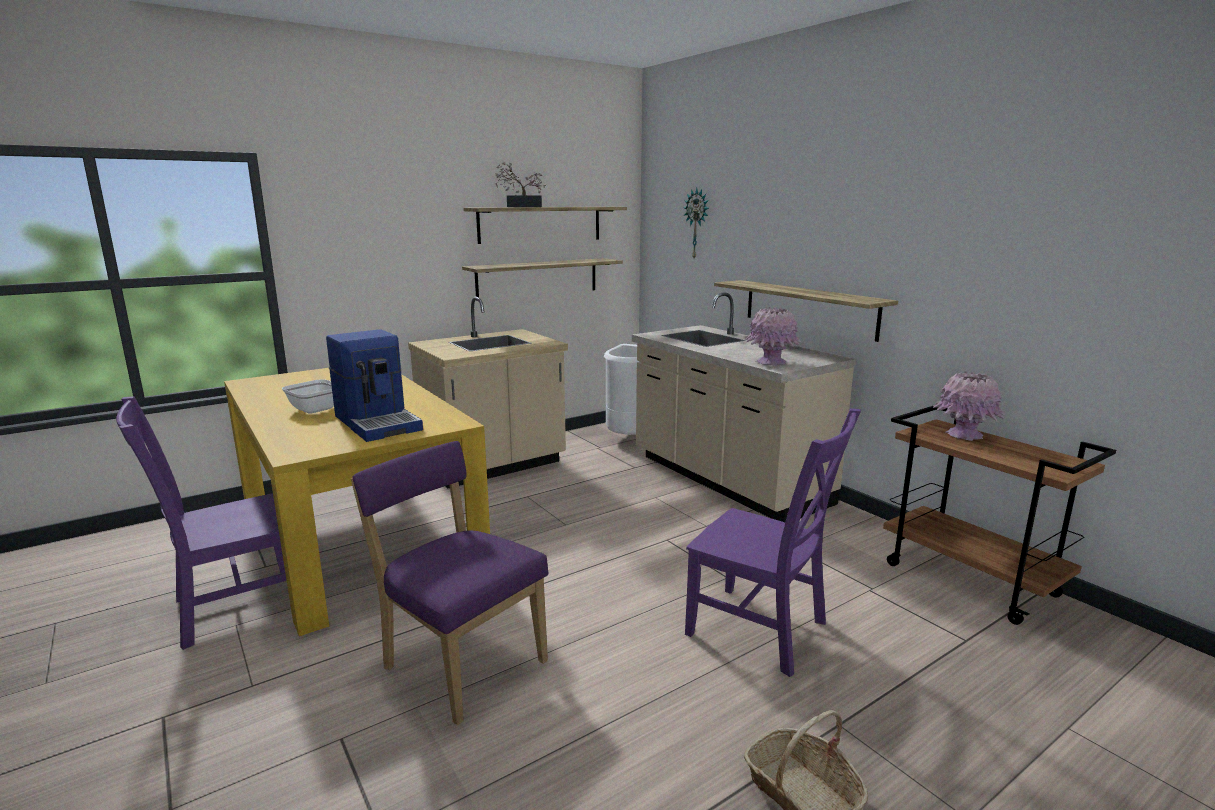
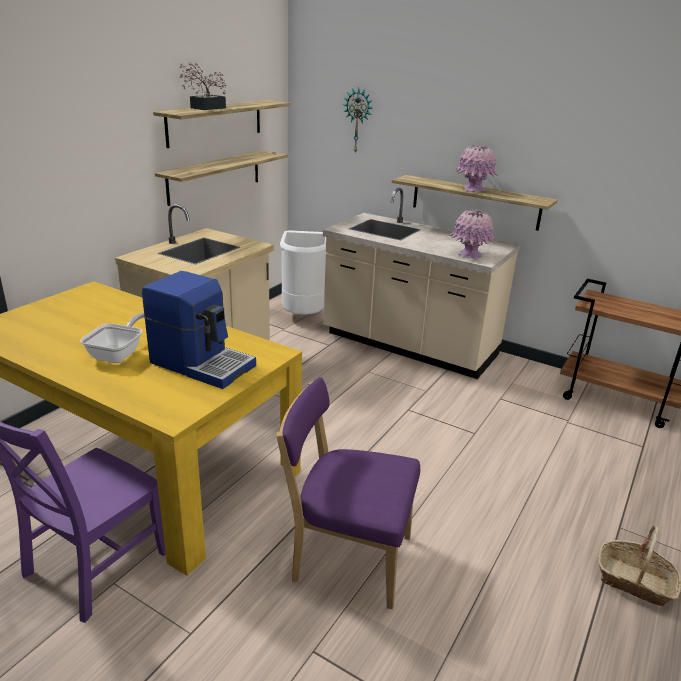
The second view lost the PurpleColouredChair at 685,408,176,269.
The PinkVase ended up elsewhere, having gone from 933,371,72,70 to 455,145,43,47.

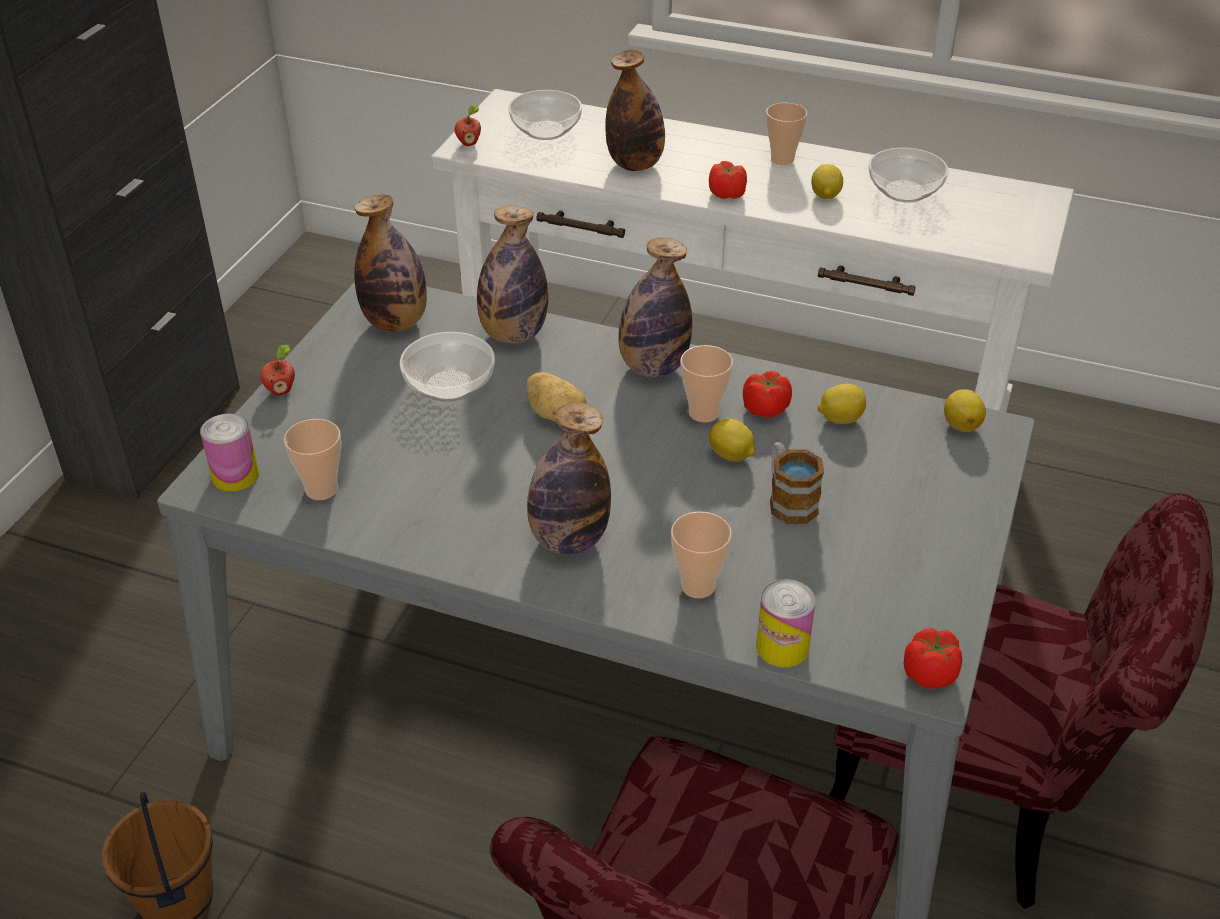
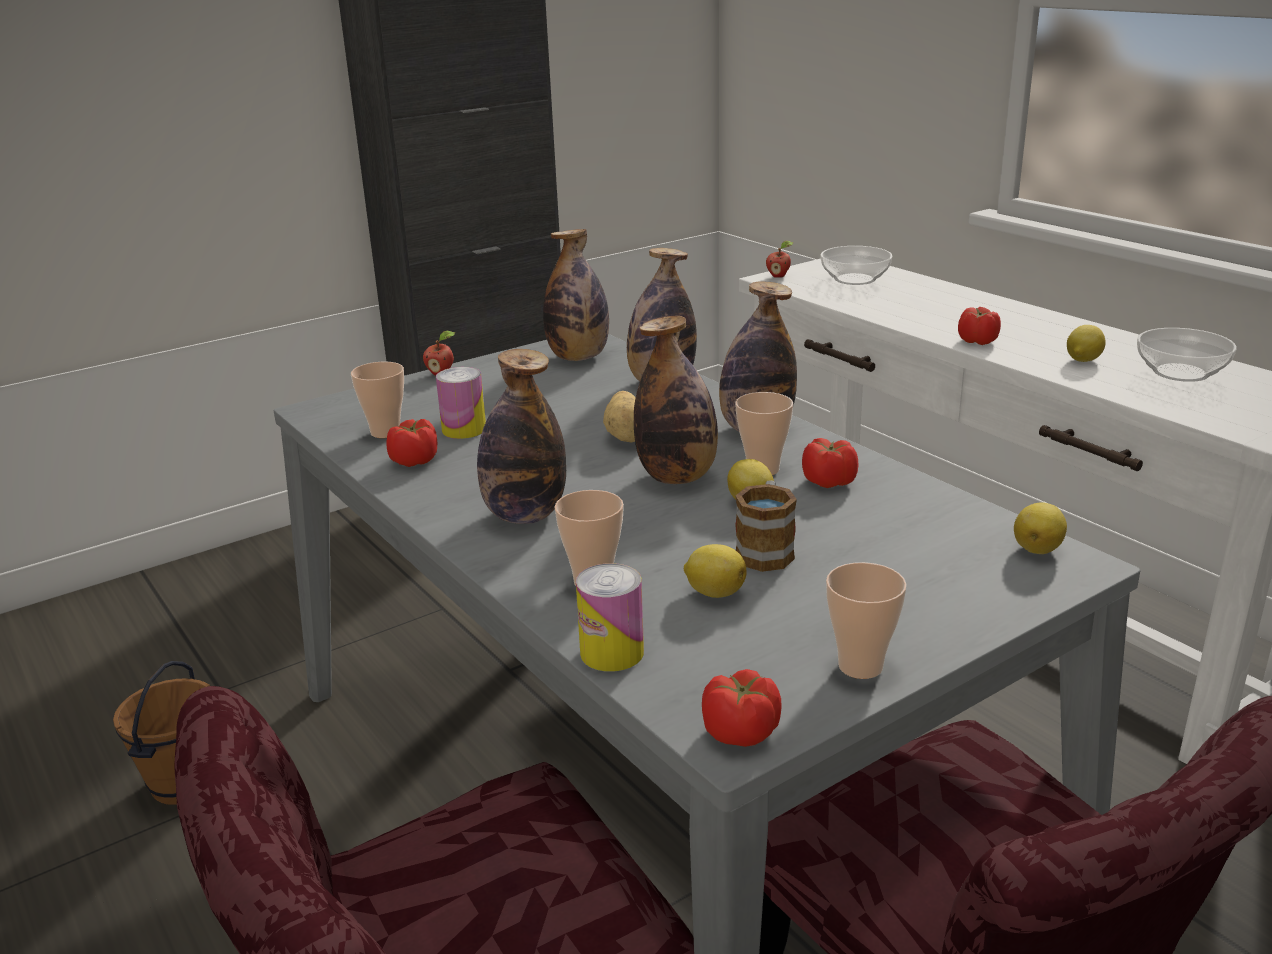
The SealedCan ended up elsewhere, having gone from 200,413,59,79 to 436,367,50,72.
The second view lost the DeepDish at 400,332,95,70.
The BeverageBottle ended up elsewhere, having gone from 605,50,60,121 to 634,316,84,168.
The Cup ended up elsewhere, having gone from 766,103,41,62 to 826,562,81,117.
The Lemon ended up elsewhere, having gone from 818,384,48,40 to 683,544,64,54.
The second view gained the FreshTomato at 386,419,51,48.

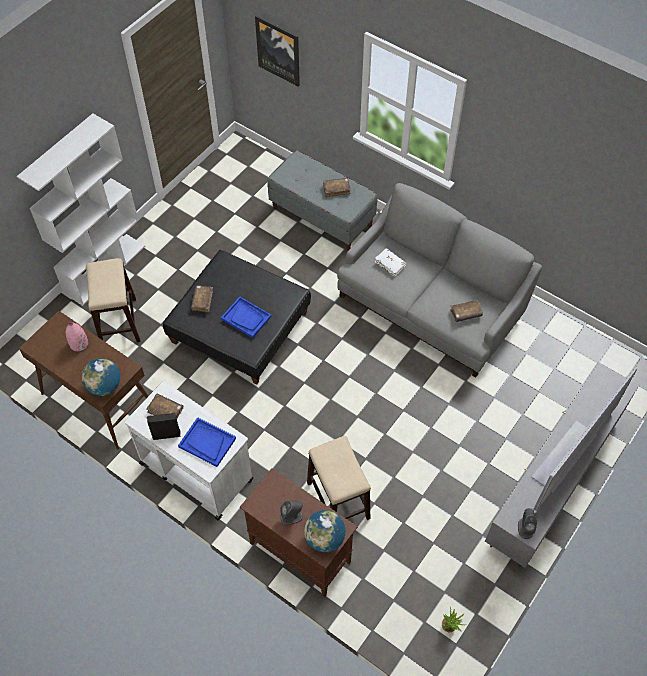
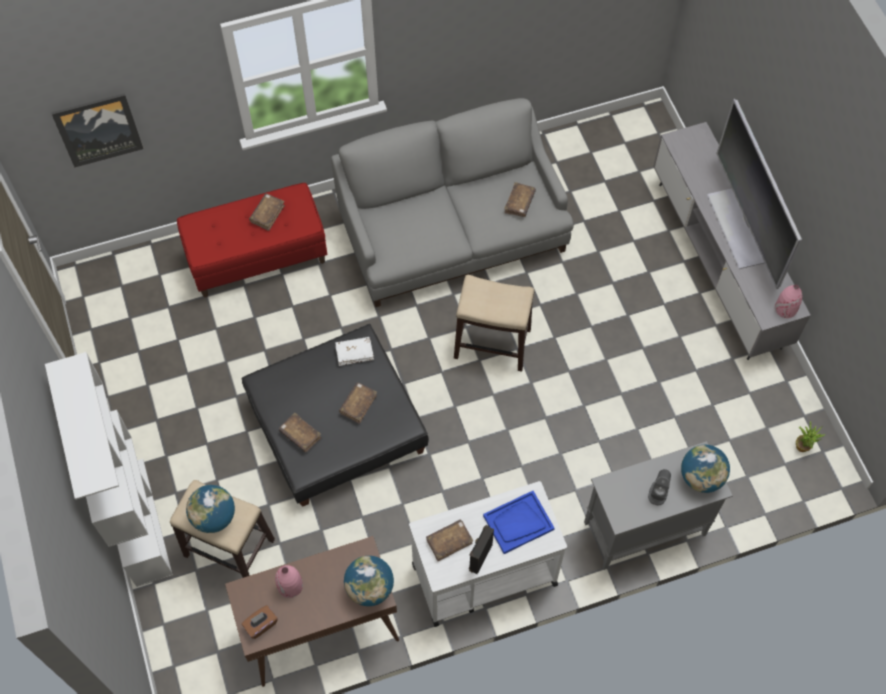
Where the BlueServingTray stood at 221,297,50,41, the BrownColouredBoundBook came to stand at 339,382,38,42.
What was the BrownColouredStorageCabinet at 240,468,117,129 turned into the GreyStorageCabinet at 584,441,149,129.
What was the GreyBench at 267,150,111,101 turned into the RedColouredBench at 177,183,150,114.
The SittingStool ended up elsewhere, having gone from 307,436,64,84 to 454,275,80,97.
The WhiteColouredBoundBook ended up elsewhere, having gone from 375,248,31,29 to 335,337,39,29.
Where the GreyLoudspeaker stood at 518,508,19,31, the PinkVase came to stand at 775,285,27,33.
The second view gained the Globe at 186,485,49,48.
The second view gained the BrownColouredTissueHolder at 242,605,36,34.

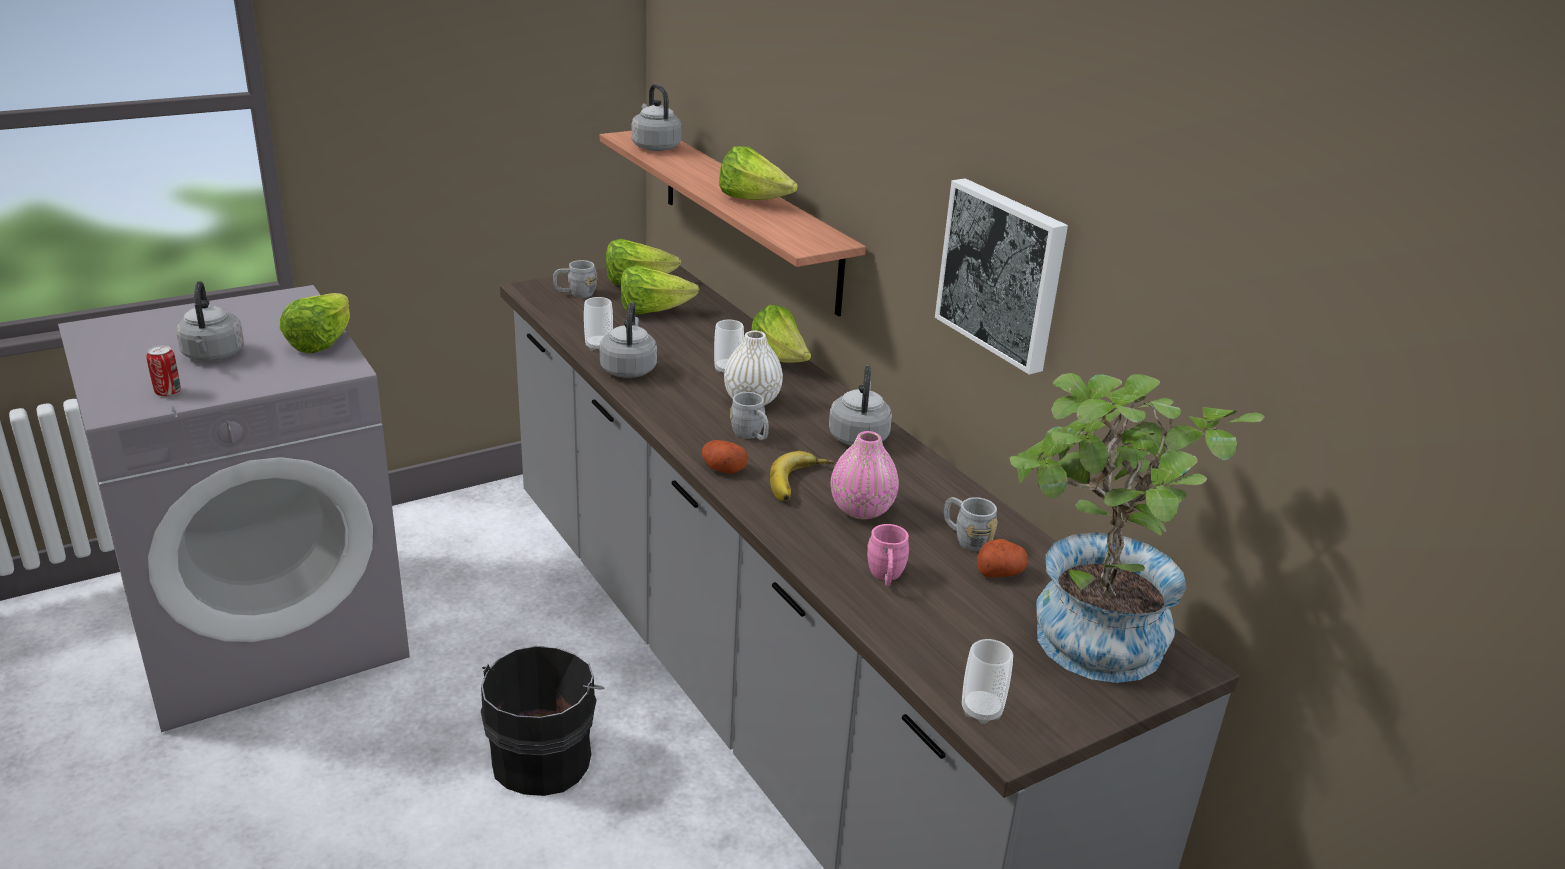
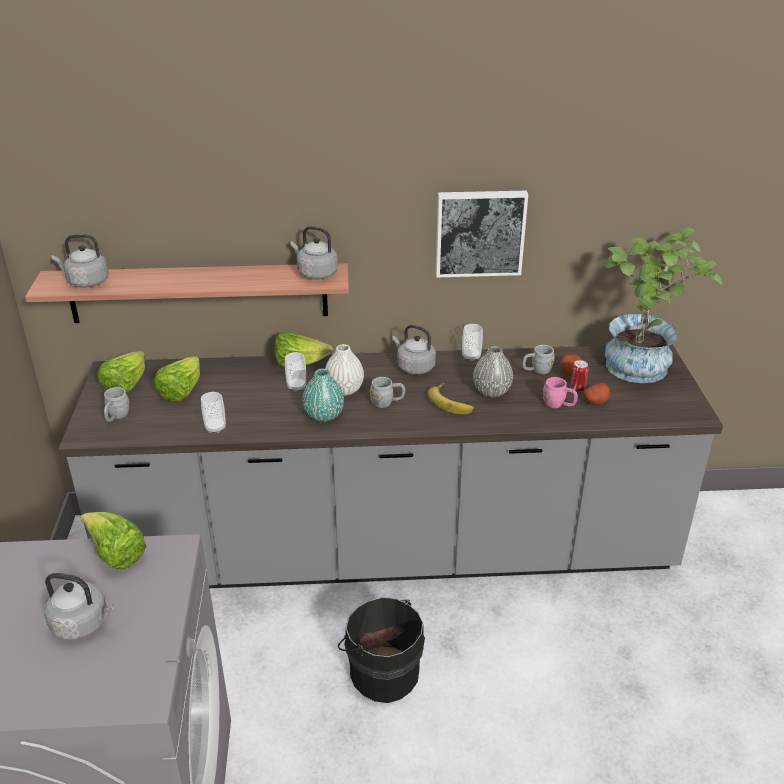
The SealedCan ended up elsewhere, having gone from 146,345,35,52 to 570,360,19,32.
The GreyWaterKettle ended up elsewhere, having gone from 600,302,57,76 to 290,226,48,53.
The WholePotato ended up elsewhere, having gone from 702,440,45,34 to 583,383,28,21.
The second view lost the HeadOfLettuce at 719,146,79,54.
What was the PinkVase at 831,431,68,88 turned into the GreyVase at 473,346,40,51.
The Cup ended up elsewhere, having gone from 962,639,51,85 to 462,324,21,37.
The second view gained the TurquoiseColouredVase at 302,369,42,53.

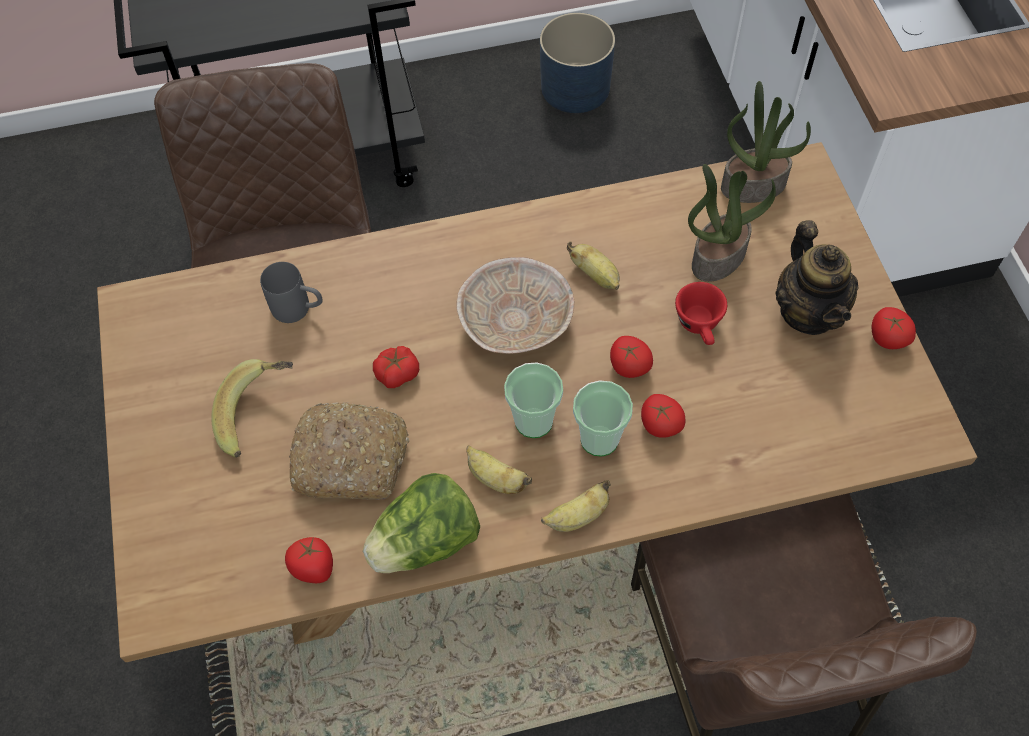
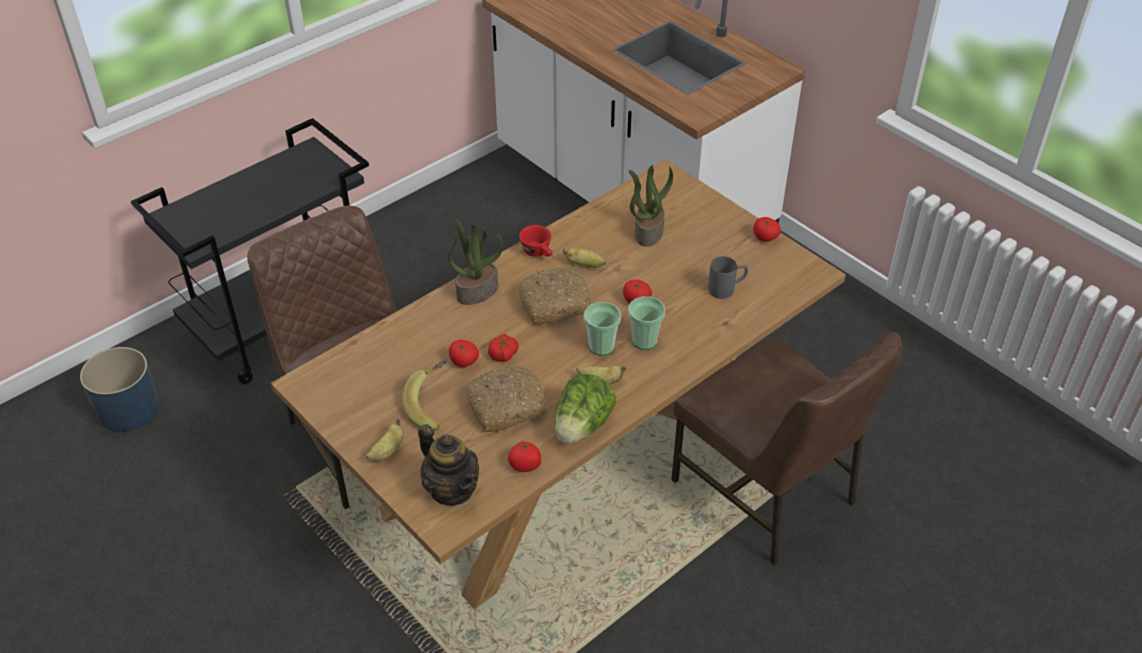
The GreyTeaMug ended up elsewhere, having gone from 260,262,63,61 to 708,256,40,43.
Where the SandColouredDeepDish stood at 456,257,119,97, the BakedBread came to stand at 519,267,72,58.
The BlueFlowerPot ended up elsewhere, having gone from 540,13,75,100 to 80,347,79,85.
The WholeBanana ended up elsewhere, having gone from 541,480,69,52 to 366,419,38,42.
The FreshTomato ended up elsewhere, having gone from 641,394,45,44 to 449,340,30,27.
The RedColouredCup ended up elsewhere, having gone from 675,282,52,63 to 519,225,34,32.
The PlantInAPot ended up elsewhere, having gone from 721,81,90,122 to 448,220,55,85.
The PotForTea ended up elsewhere, having gone from 775,220,84,115 to 418,424,61,81.

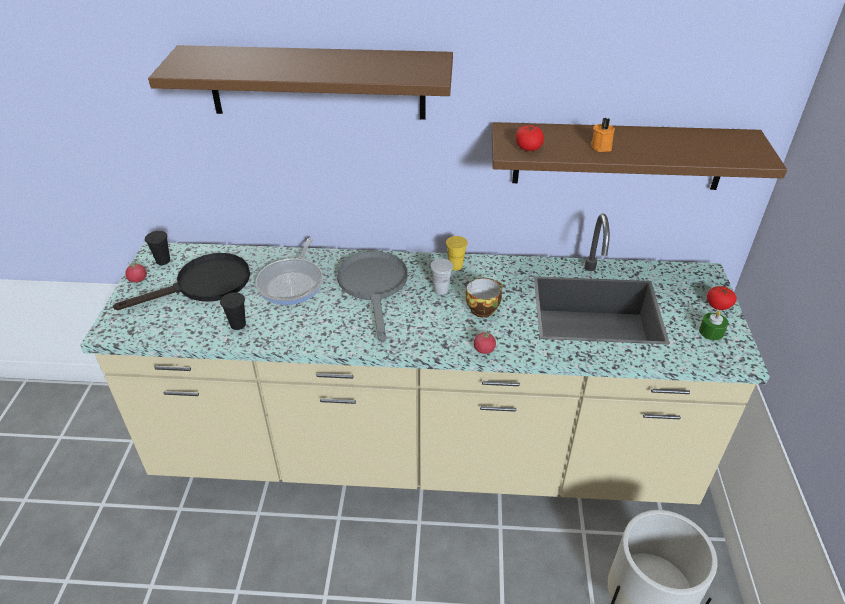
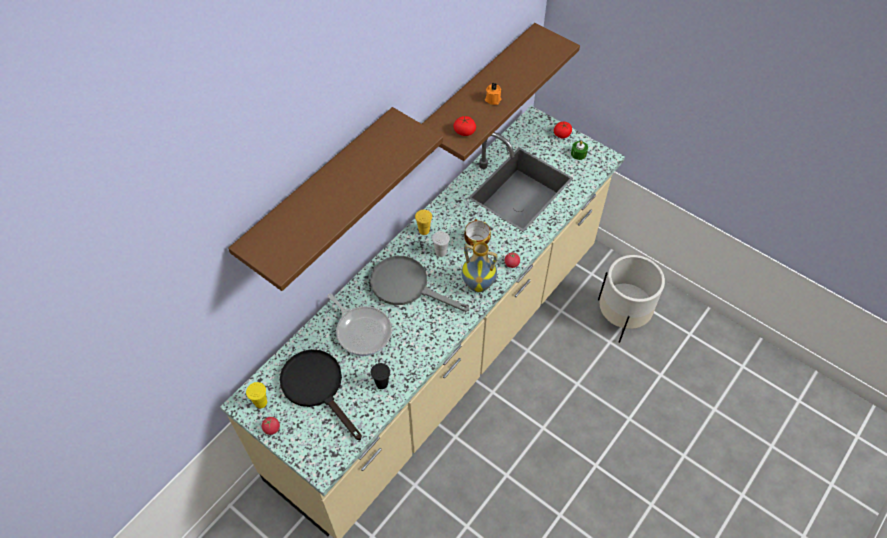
The BlackSkillet at 113,253,137,57 ended up facing another way, 45 degrees counterclockwise from before.
What was the BlackCup at 145,231,25,34 turned into the YellowColouredCup at 246,382,21,26.
The second view gained the Vase at 462,242,35,50.

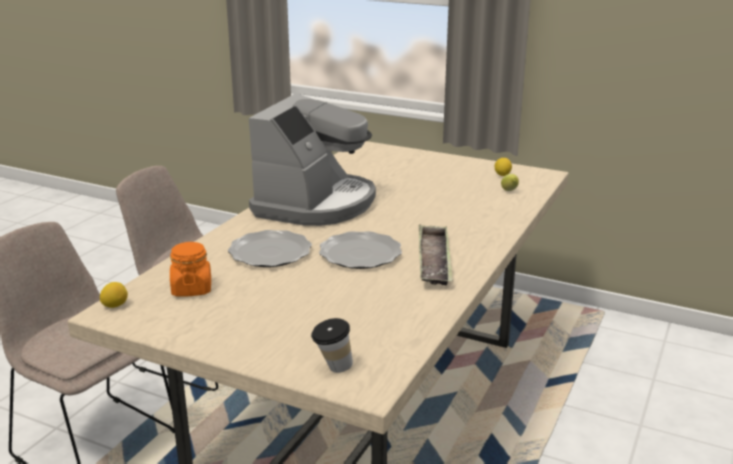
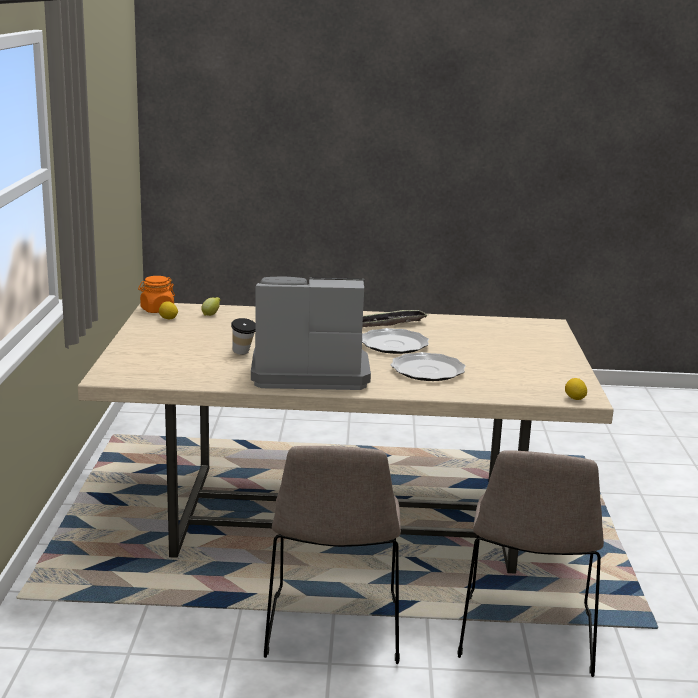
The OrangeColouredJar ended up elsewhere, having gone from 170,242,41,55 to 138,276,37,37.
The Cup ended up elsewhere, having gone from 311,318,42,55 to 231,318,24,37.

